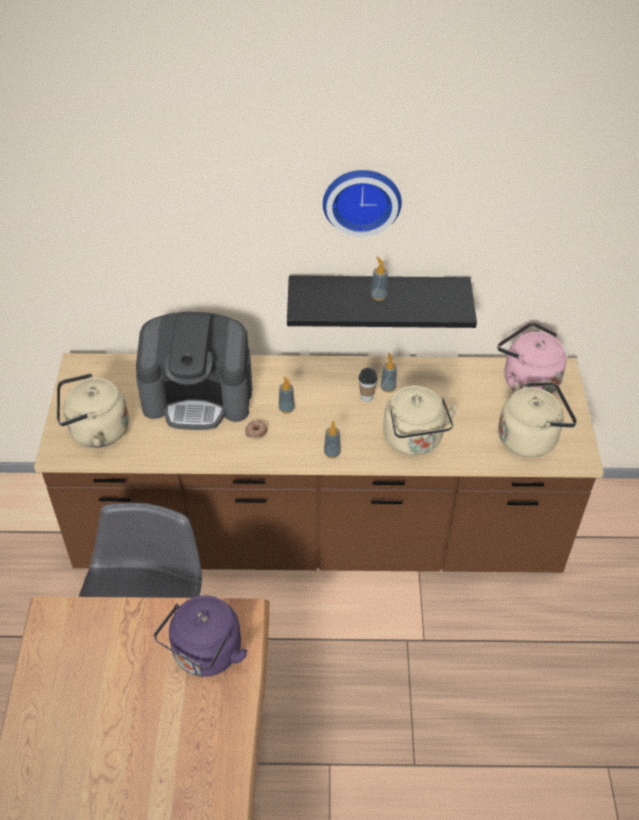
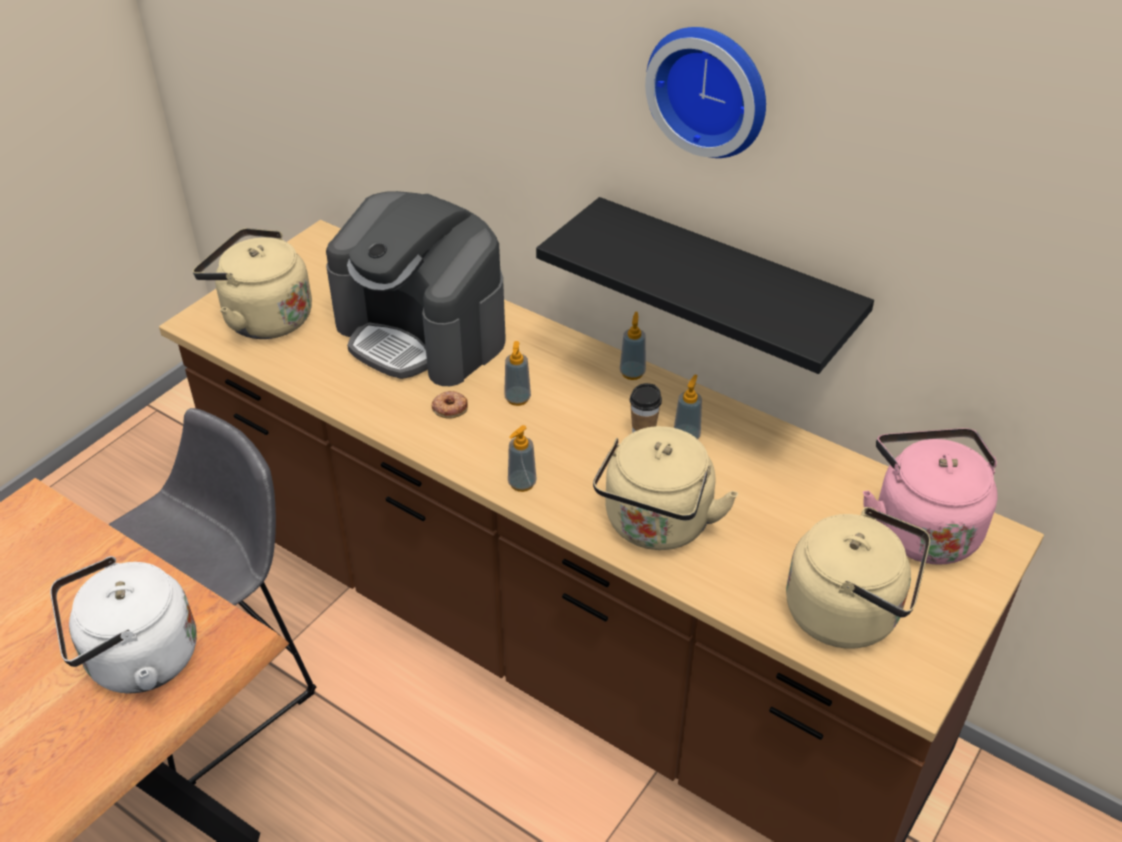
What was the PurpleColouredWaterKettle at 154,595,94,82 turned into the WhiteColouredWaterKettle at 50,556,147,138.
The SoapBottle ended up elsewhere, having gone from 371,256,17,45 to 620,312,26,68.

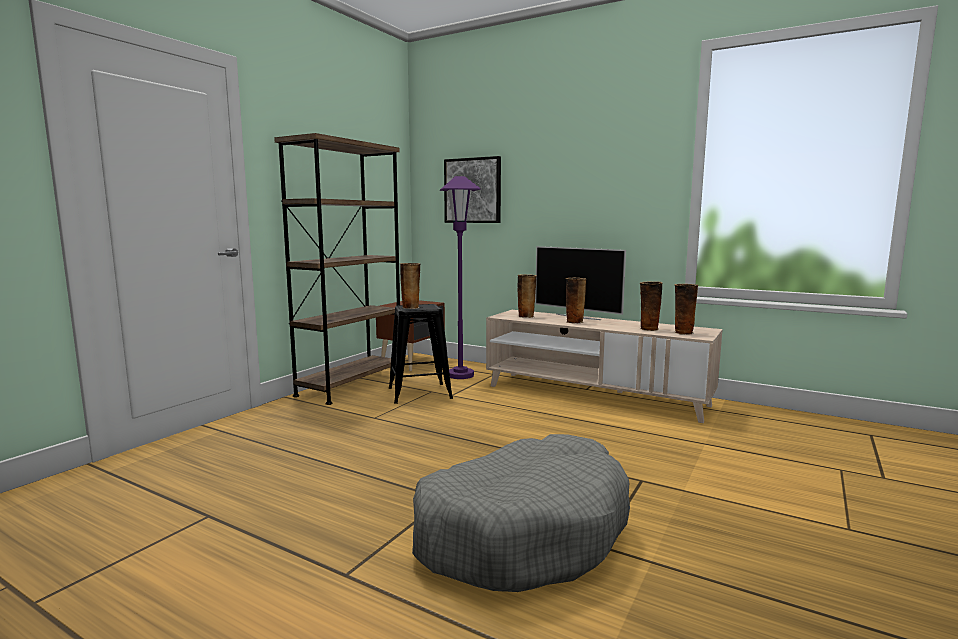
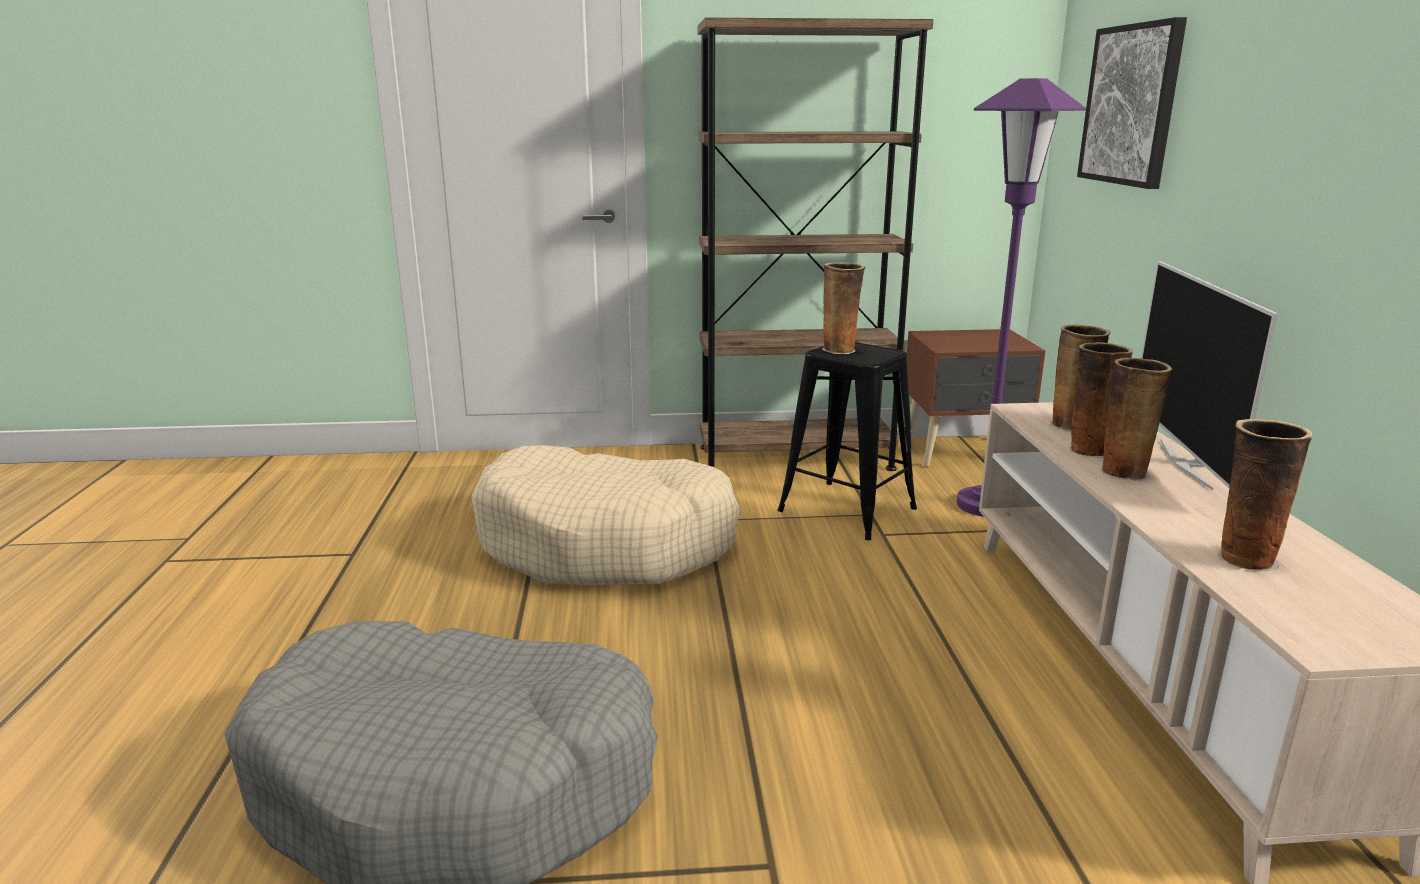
The Vase ended up elsewhere, having gone from 674,284,24,51 to 1069,342,64,116.
The second view gained the SandColouredDogBed at 471,445,269,140.

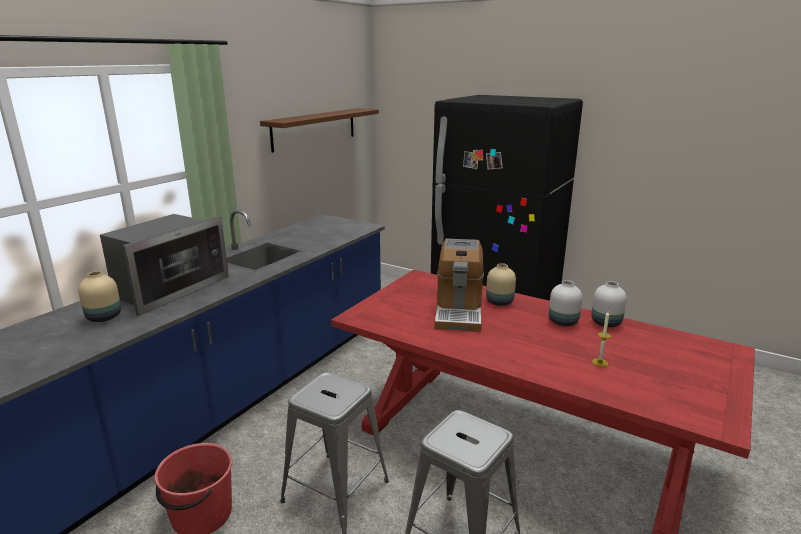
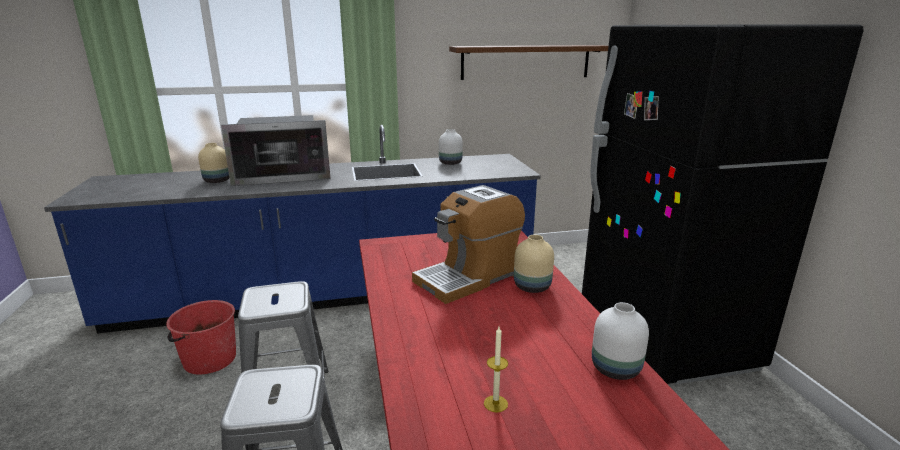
The WhiteColouredVase ended up elsewhere, having gone from 549,280,34,46 to 439,129,24,36.

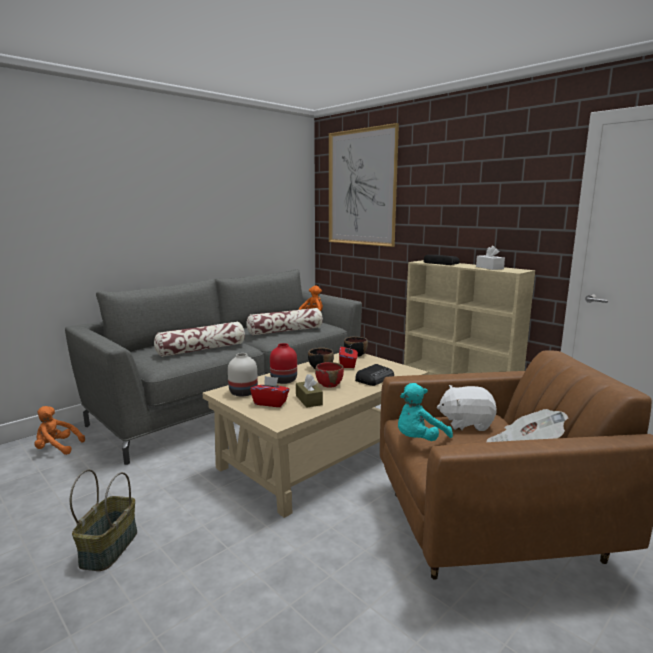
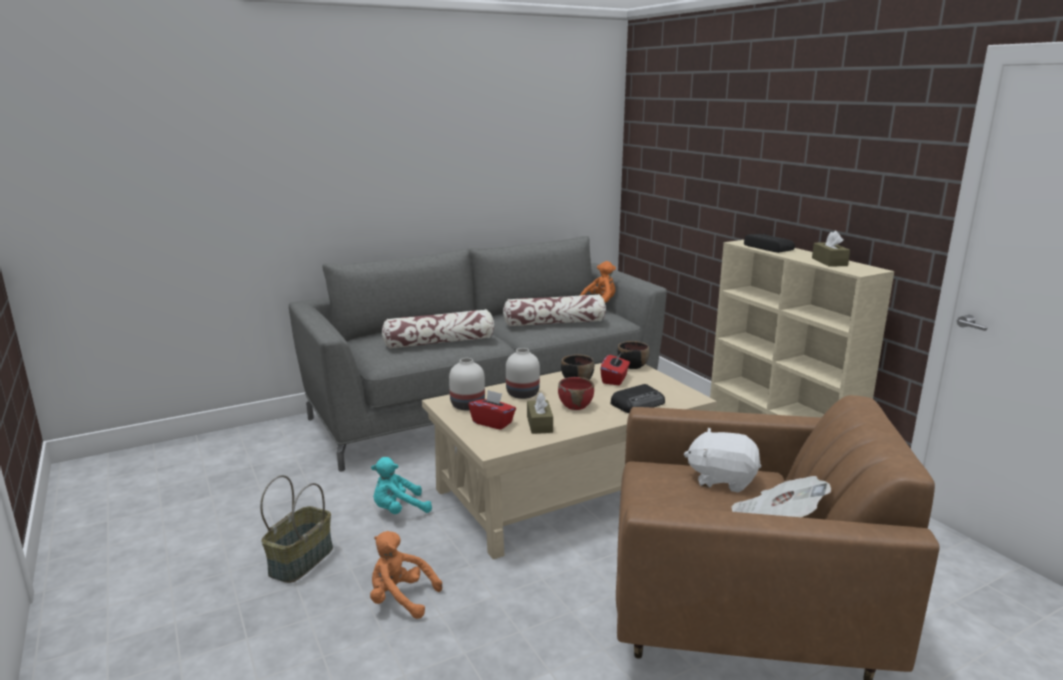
The OrangeColouredSoftToy ended up elsewhere, having gone from 34,406,51,49 to 370,531,72,88.
What was the RedColouredVase at 270,343,27,41 turned into the WhiteColouredVase at 506,348,34,51.
The second view lost the WallArt at 329,123,70,124.
The TurquoiseColouredSoftToy ended up elsewhere, having gone from 398,383,55,58 to 371,457,61,57.
What was the WhiteColouredTissueHolder at 476,246,29,24 turned into the BrownColouredTissueHolder at 812,231,38,36.

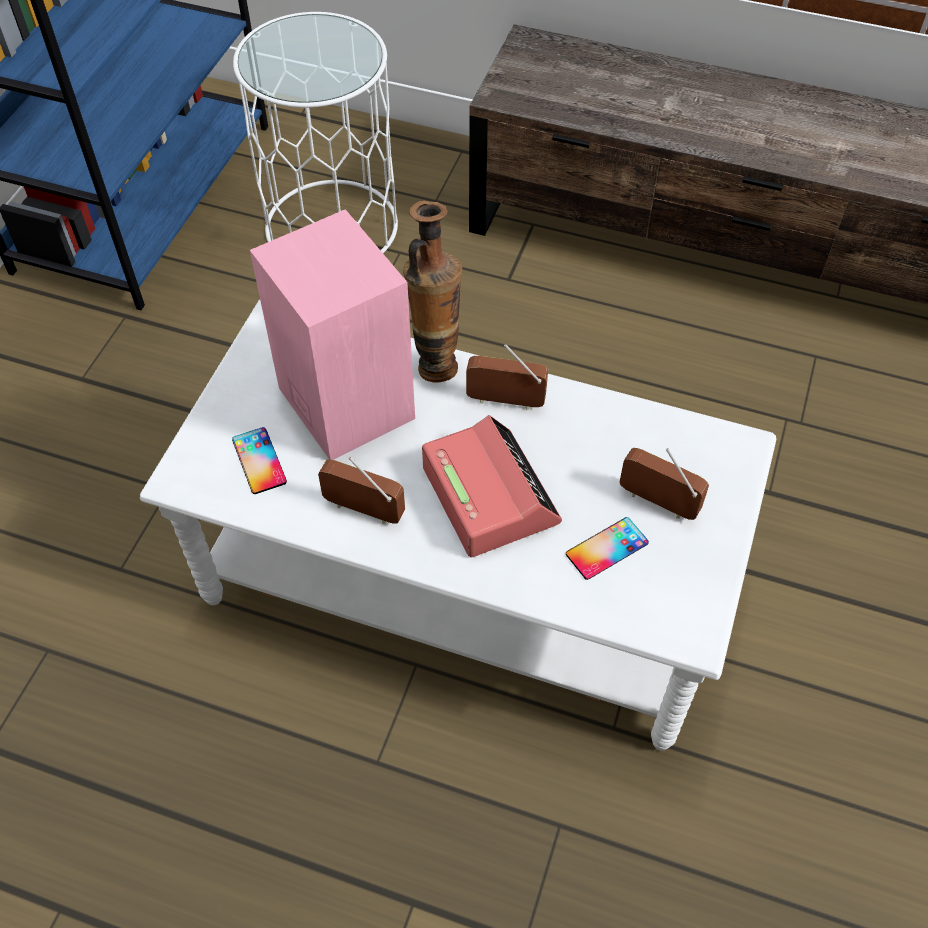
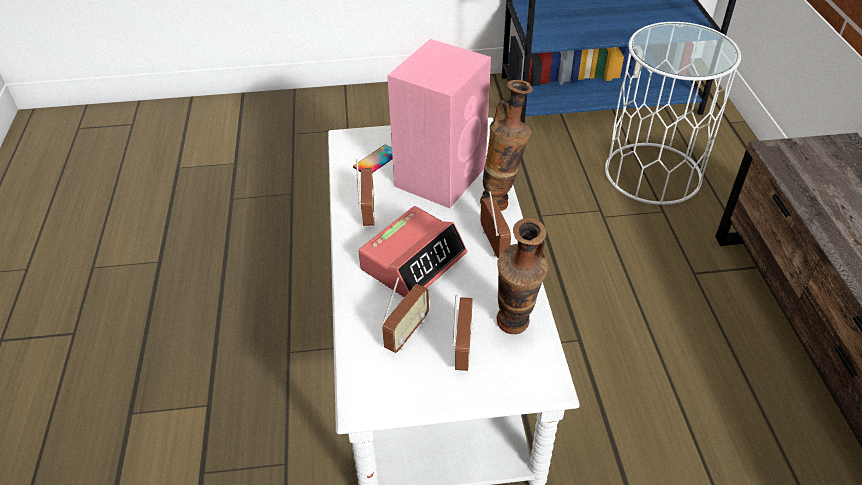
Where the Telephone stood at 566,517,83,63, the RadioReceiver came to stand at 382,277,47,76.
The second view gained the Vase at 497,218,51,116.

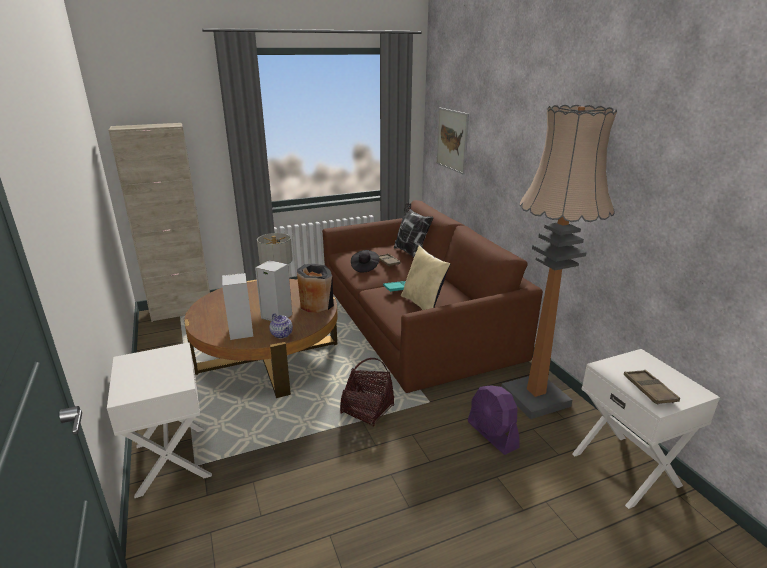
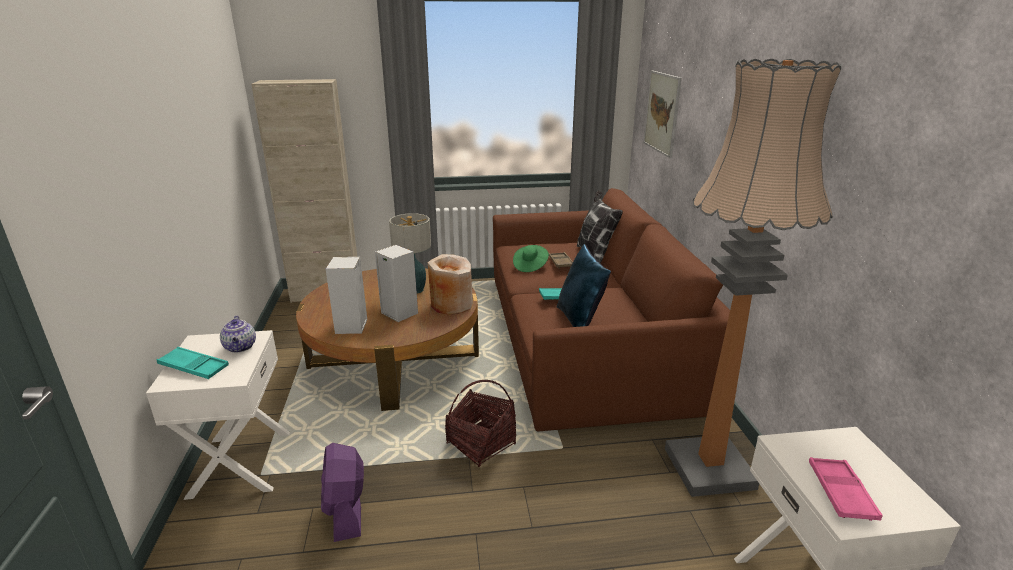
The PotForTea ended up elsewhere, having gone from 270,313,23,25 to 220,316,36,37.
What was the BlackVase at 297,264,37,49 turned into the SandColouredVase at 428,254,45,61.
What was the BlackClothingHat at 351,250,29,23 turned into the GreenClothingHat at 513,245,36,27.
What was the SandColouredPillow at 401,245,49,65 turned into the BluePillow at 557,244,54,83.
The PurpleColouredCoolingFan ended up elsewhere, having gone from 468,385,51,70 to 321,443,43,99.
What was the BrownColouredServingTray at 624,370,56,35 turned into the PinkServingTray at 809,457,73,64.
The second view gained the TurquoiseColouredServingTray at 157,347,72,32.

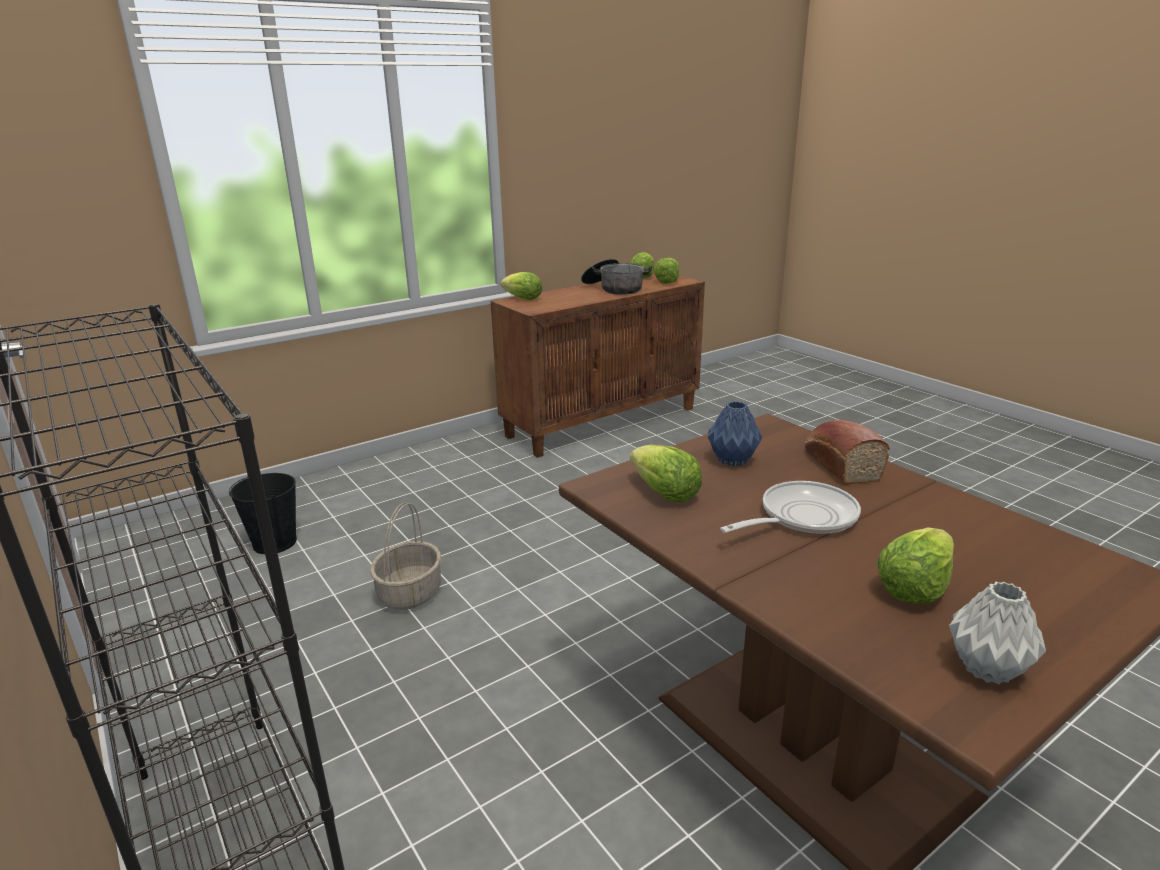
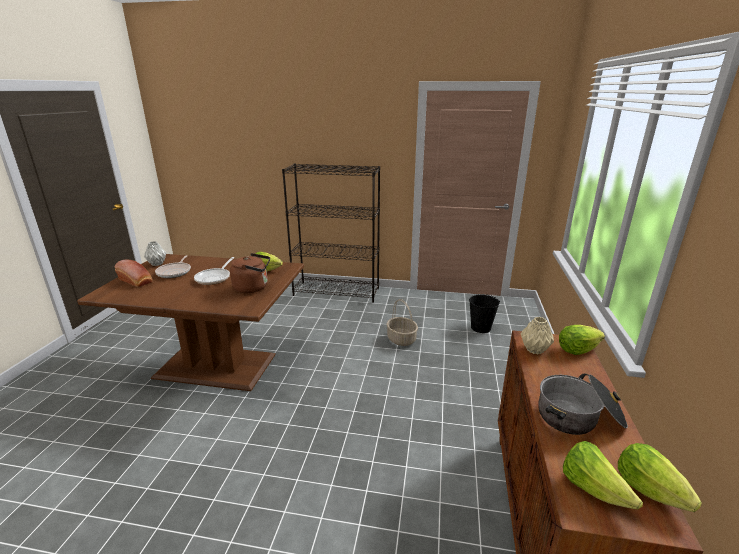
Where the BlueVase stood at 708,401,54,65, the BrownColouredWaterKettle came to stand at 230,253,40,40.
The BakedBread ended up elsewhere, having gone from 804,420,86,65 to 115,260,38,27.
Where the HeadOfLettuce stood at 877,527,77,77, the Skillet came to stand at 155,255,36,23.
The second view gained the SandColouredVase at 521,317,33,38.

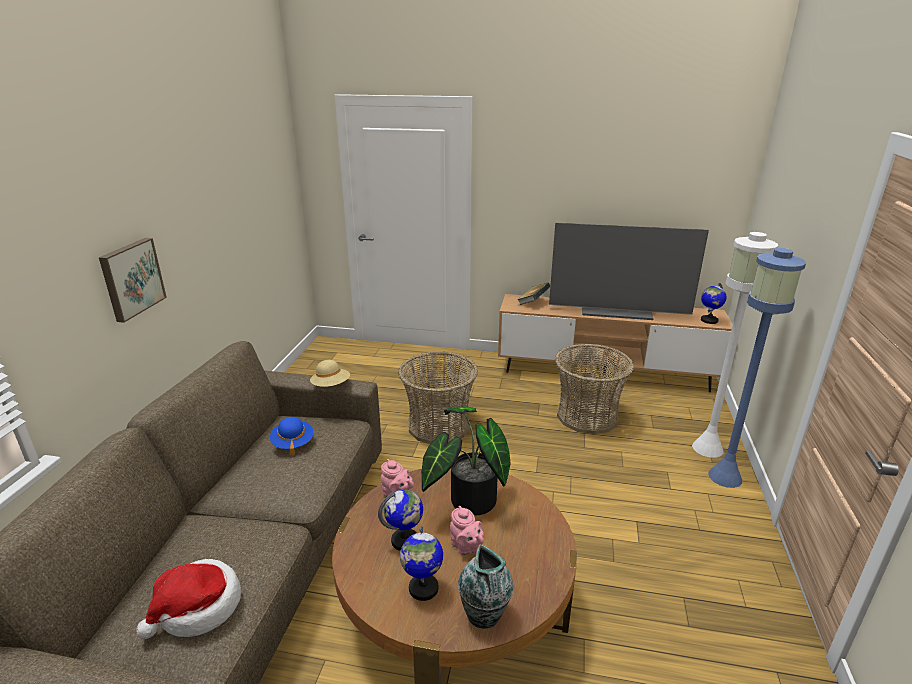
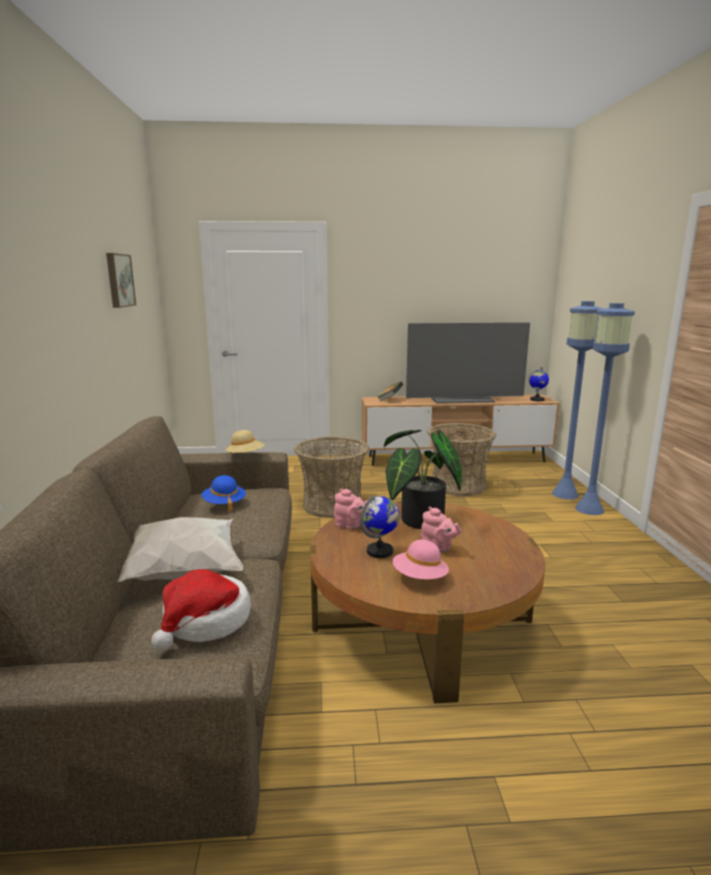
The WallArt ended up elsewhere, having gone from 99,238,68,85 to 106,253,30,55.
Where the Globe stood at 400,526,43,75, the PinkClothingHat came to stand at 392,539,57,40.
The second view lost the Vase at 458,544,55,85.
What was the WhiteColouredStandingLamp at 692,232,86,226 turned into the BlueStandingLamp at 552,301,52,199.
The second view gained the WhiteColouredPillow at 118,517,125,65.

